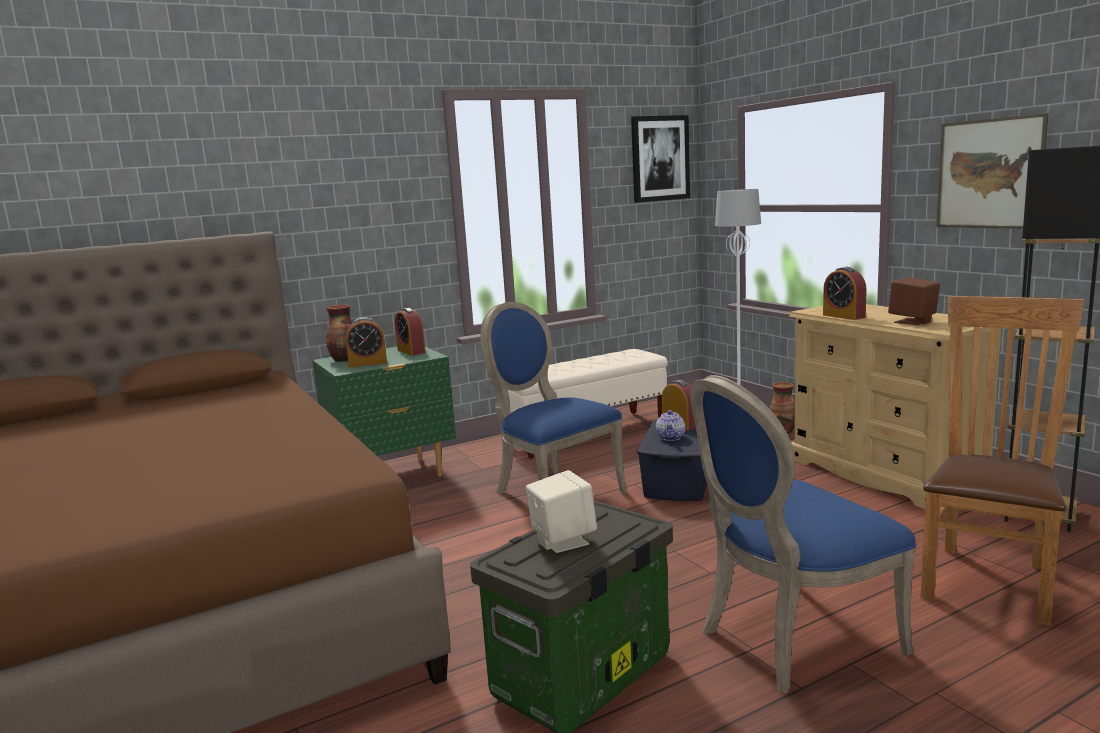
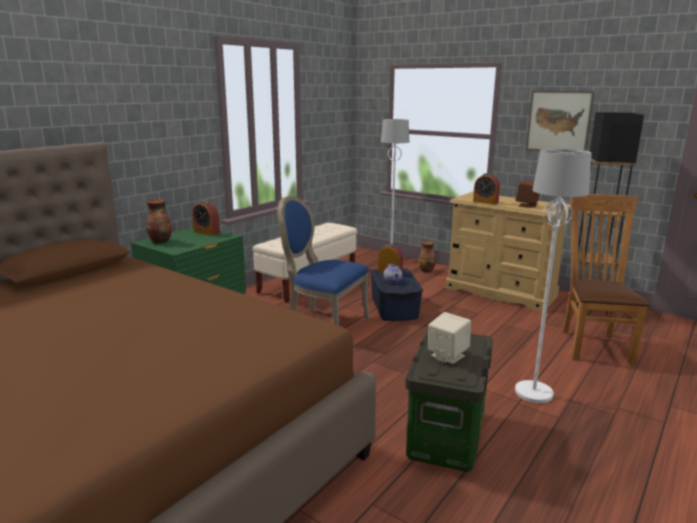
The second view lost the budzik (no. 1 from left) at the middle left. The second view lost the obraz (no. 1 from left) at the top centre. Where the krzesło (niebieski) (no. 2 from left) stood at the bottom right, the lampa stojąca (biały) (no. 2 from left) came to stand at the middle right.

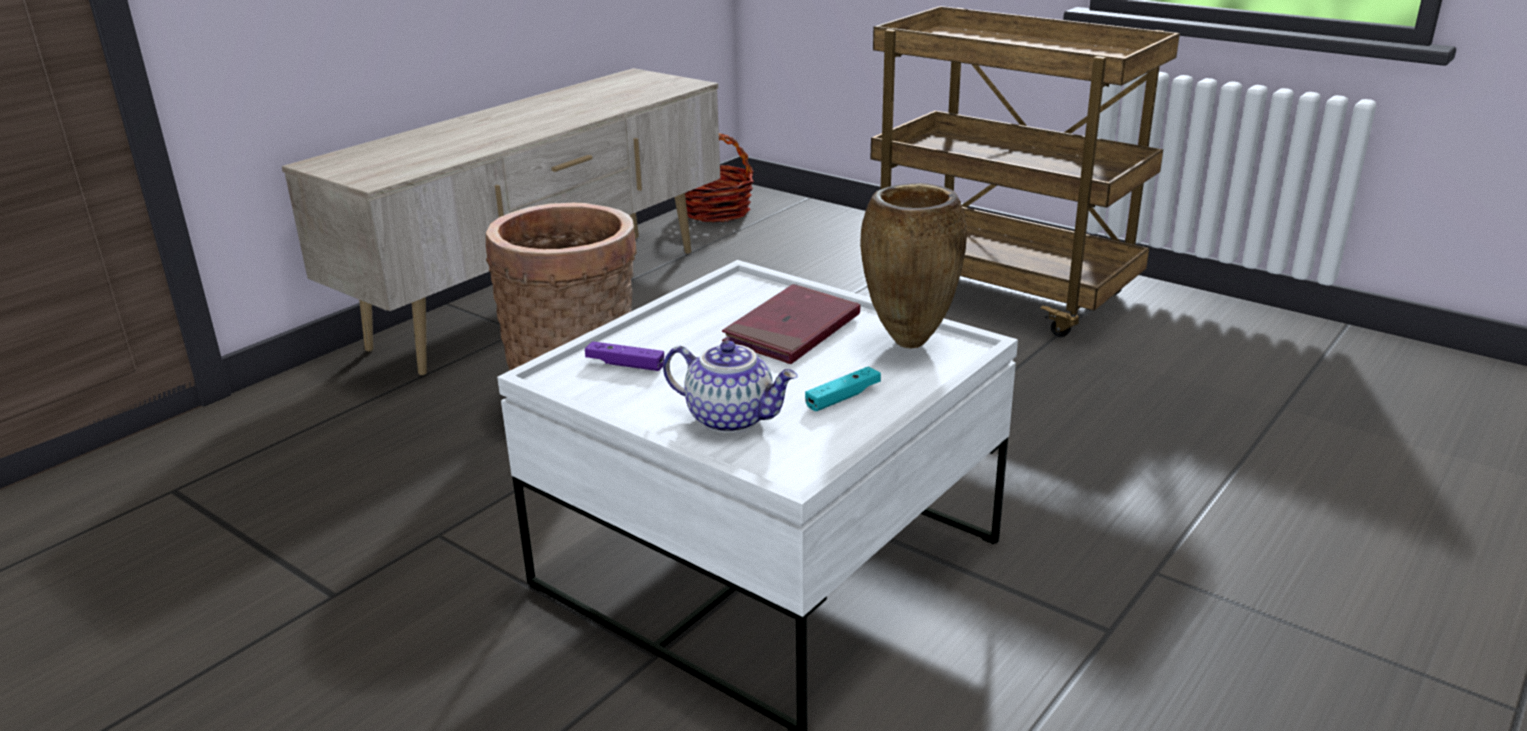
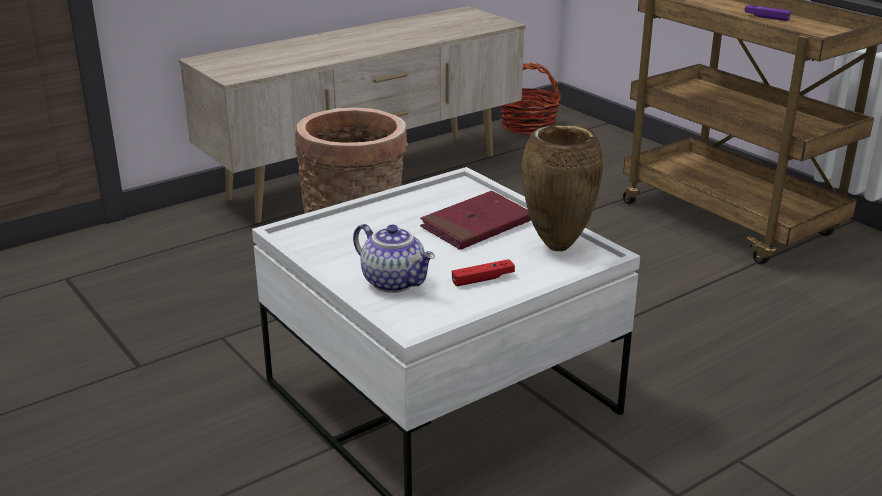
The pad do gier (fioletowy) ended up elsewhere, having gone from the centre to the top right. What was the pad do gier (turkusowy) at the centre turned into the pad do gier (czerwony) at the centre.

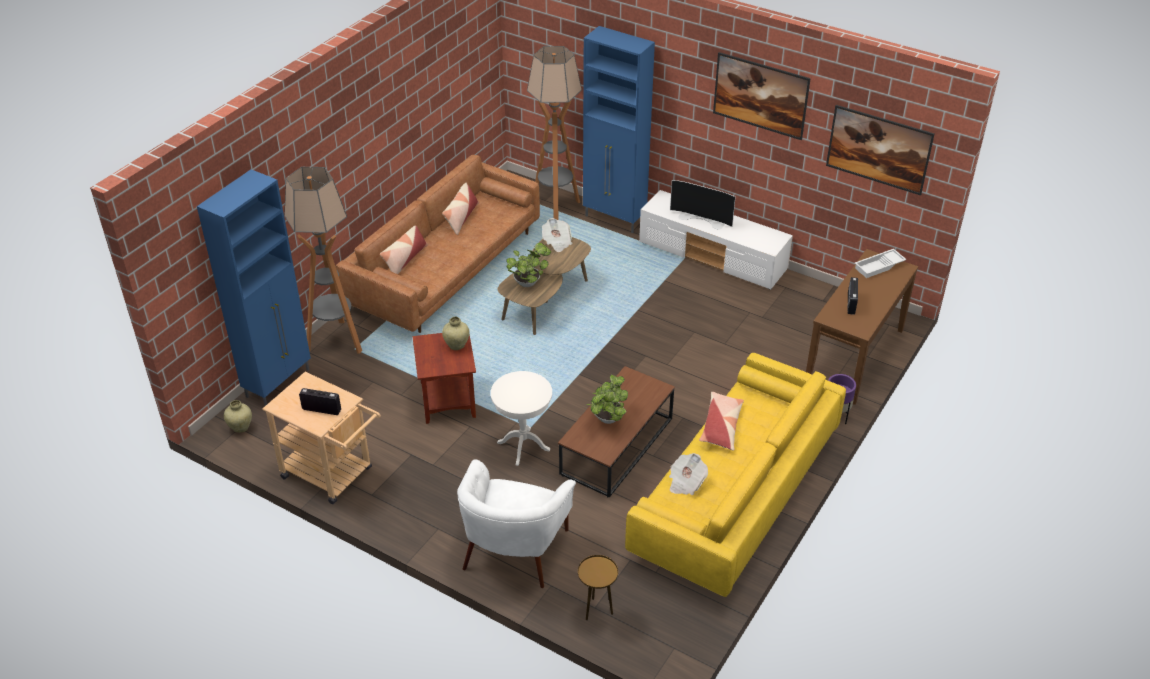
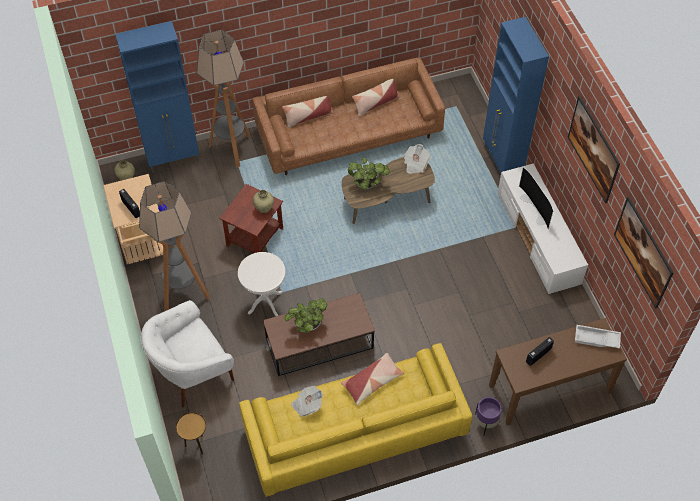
The lampa stojąca (no. 2 from left in the first image) ended up elsewhere, having gone from the top centre to the middle left.

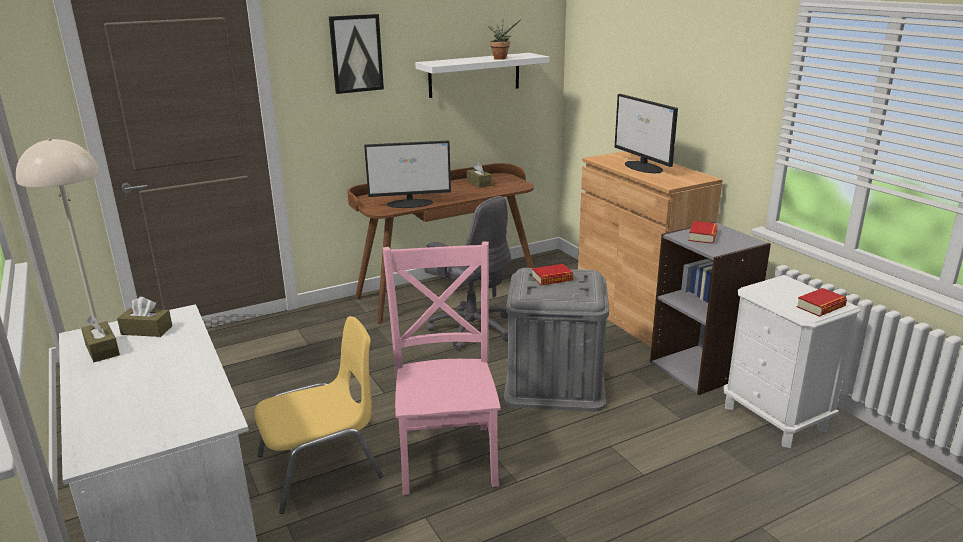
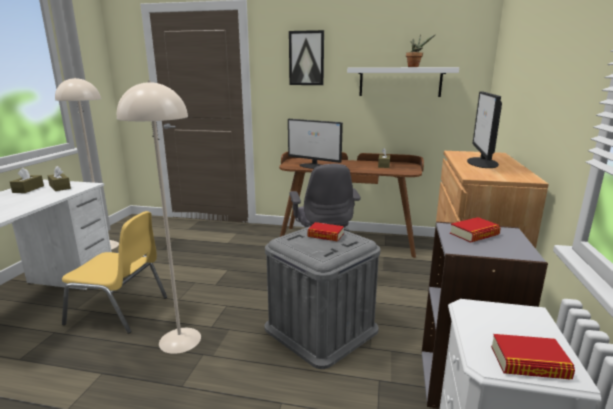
Where the krzesło (różowy) stood at the bottom centre, the lampa stojąca (beżowy) (no. 2 from left) came to stand at the middle left.

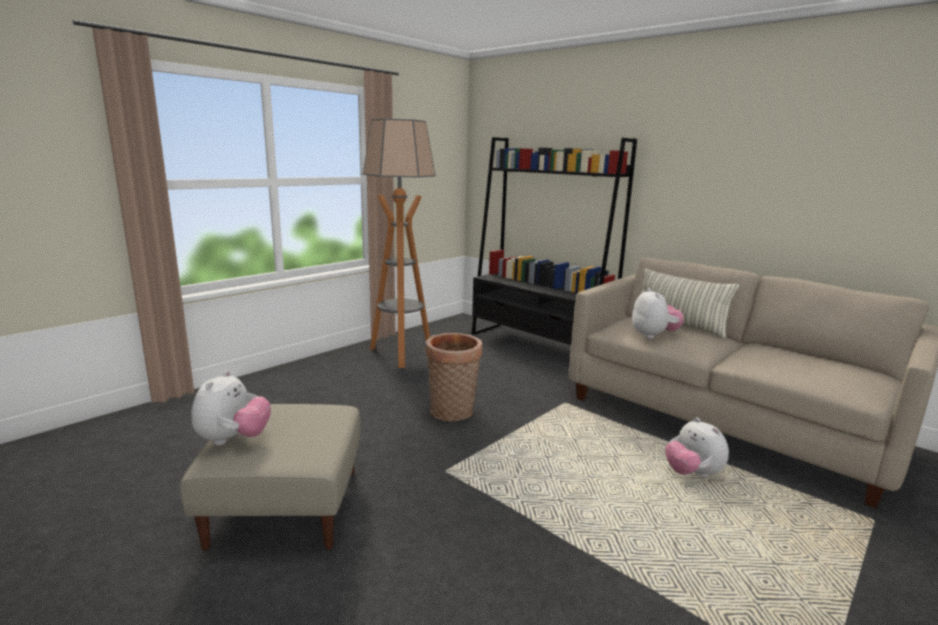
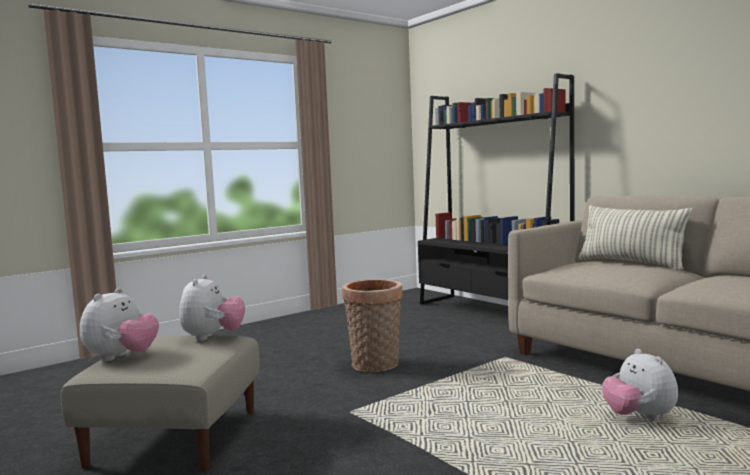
The second view lost the lampa stojąca at the centre. The pluszak (no. 2 from left) ended up elsewhere, having gone from the middle right to the middle left.

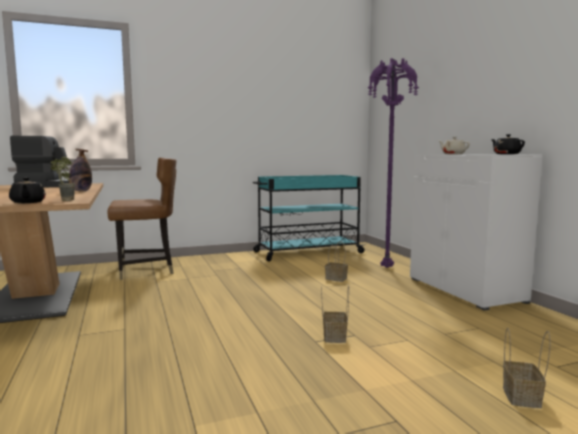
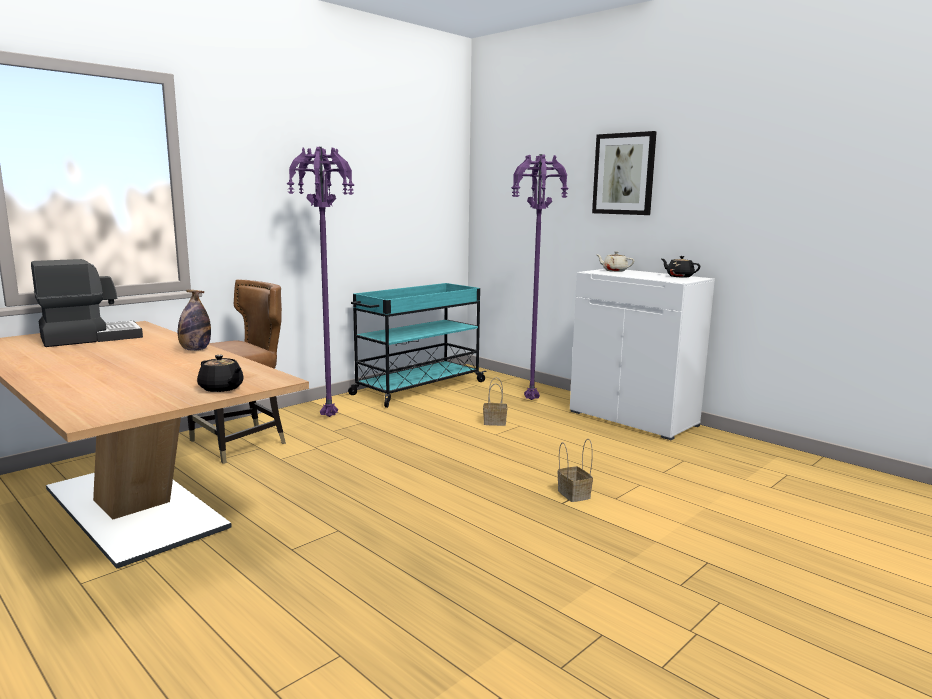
The second view lost the roślina doniczkowa at the middle left. The second view lost the koszyk (no. 3 from left) at the bottom right. The second view gained the lampa stojąca (fioletowy) (no. 1 from left) at the centre. The second view gained the obraz at the top right.

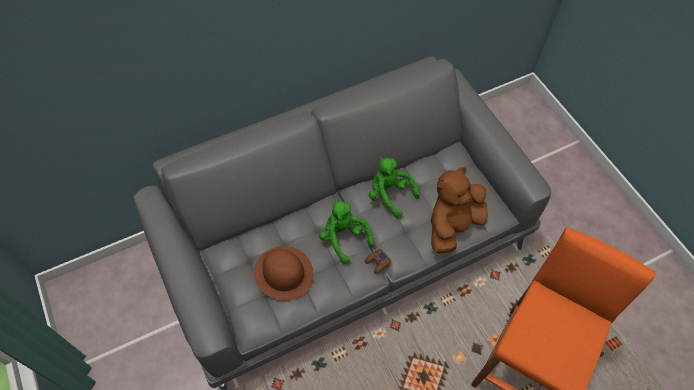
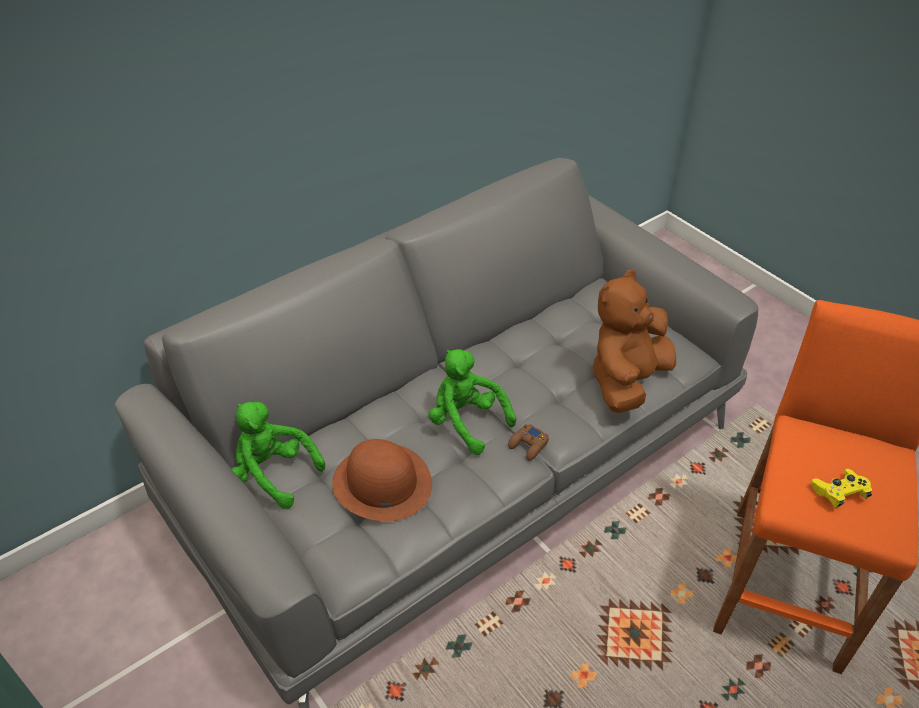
The pluszak (zielony) (no. 2 from left in the first image) ended up elsewhere, having gone from the centre to the middle left. The second view gained the pad do gier (żółty) at the bottom right.

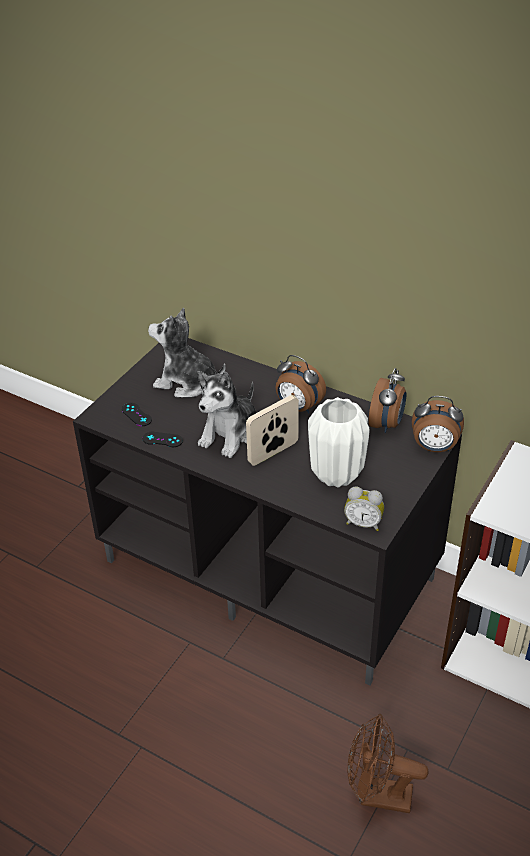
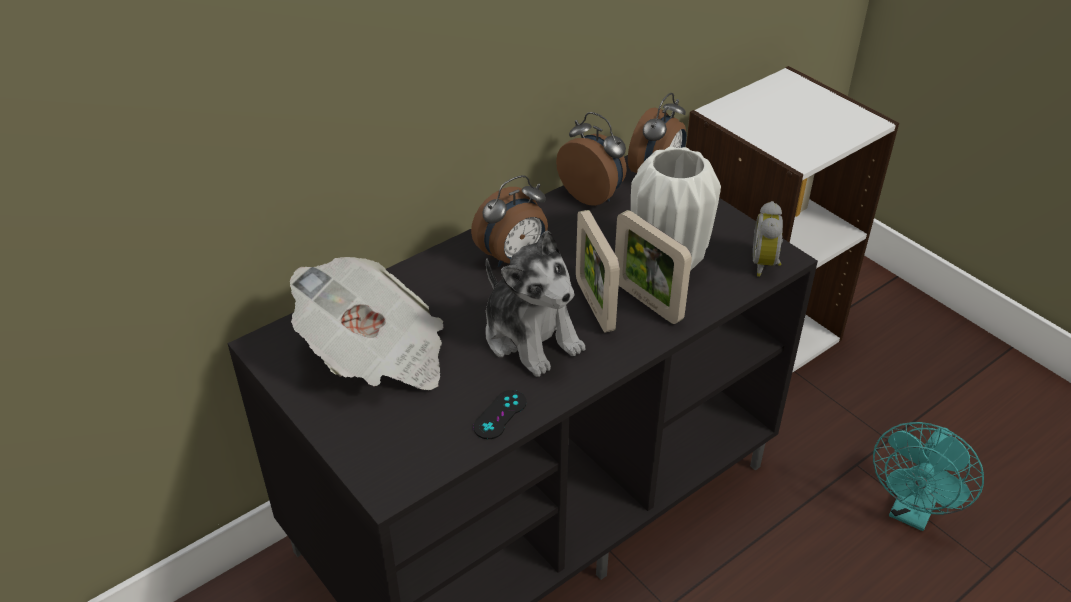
The second view lost the pad do gier (czarny) (no. 1 from left) at the middle left. Where the pluszak (no. 1 from left) stood at the centre, the gazeta came to stand at the centre. The budzik (no. 2 from left in the first image) at the middle right ended up facing another way, 150 degrees clockwise from before. What was the wentylator (brązowy) at the bottom right turned into the wentylator (turkusowy) at the bottom right. The second view gained the ramka na zdjęcie (no. 2 from left) at the centre.

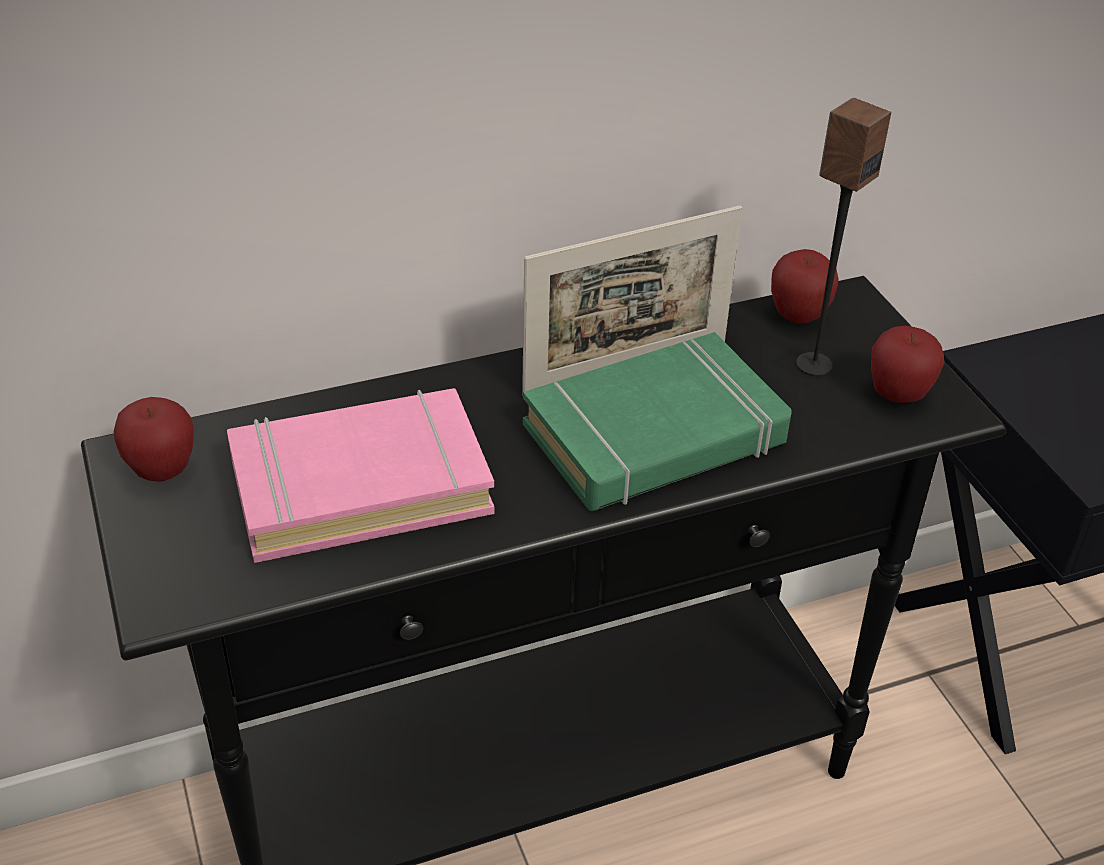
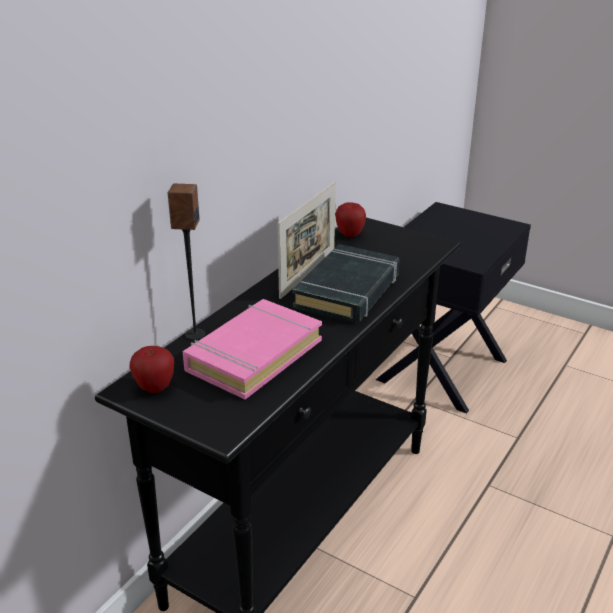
What was the książka (zielony) at the centre turned into the książka (czarny) at the centre. The głośnik ended up elsewhere, having gone from the top right to the middle left. The second view lost the jabłko (no. 3 from left) at the middle right.

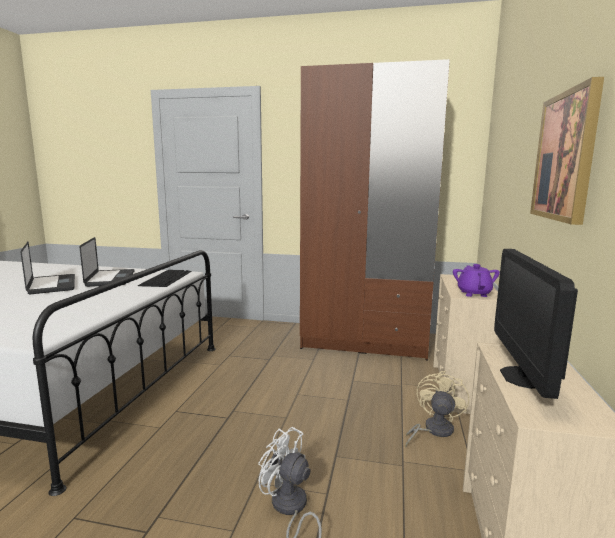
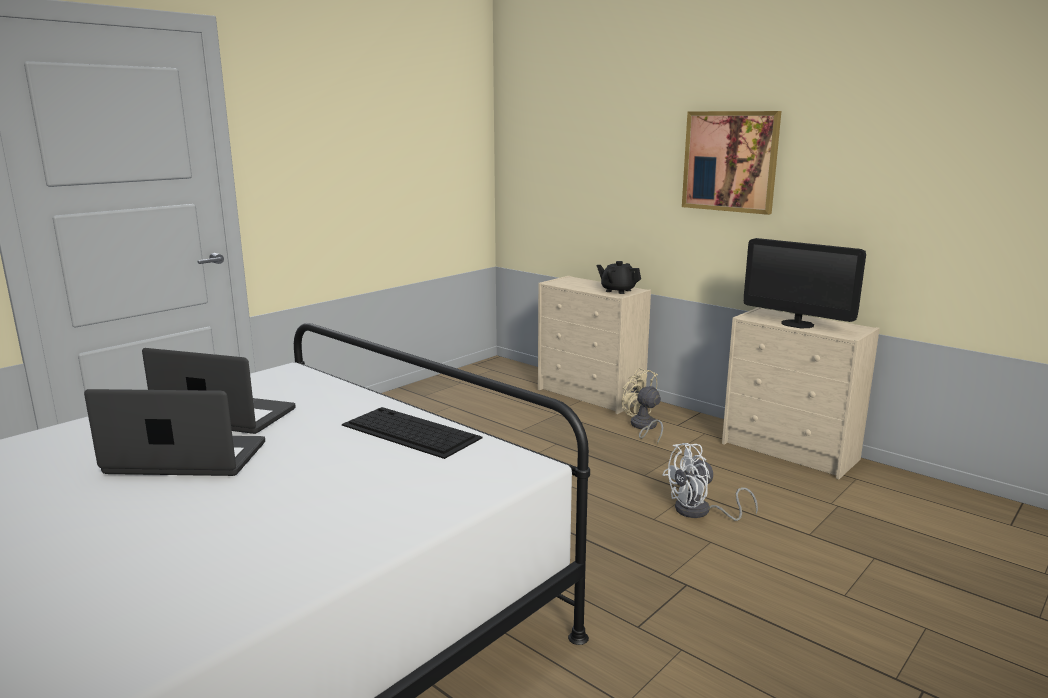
The klawiatura ended up elsewhere, having gone from the middle left to the centre. The second view lost the szafa (brązowy) at the centre. What was the imbryk (fioletowy) at the middle right turned into the imbryk (czarny) at the centre.

